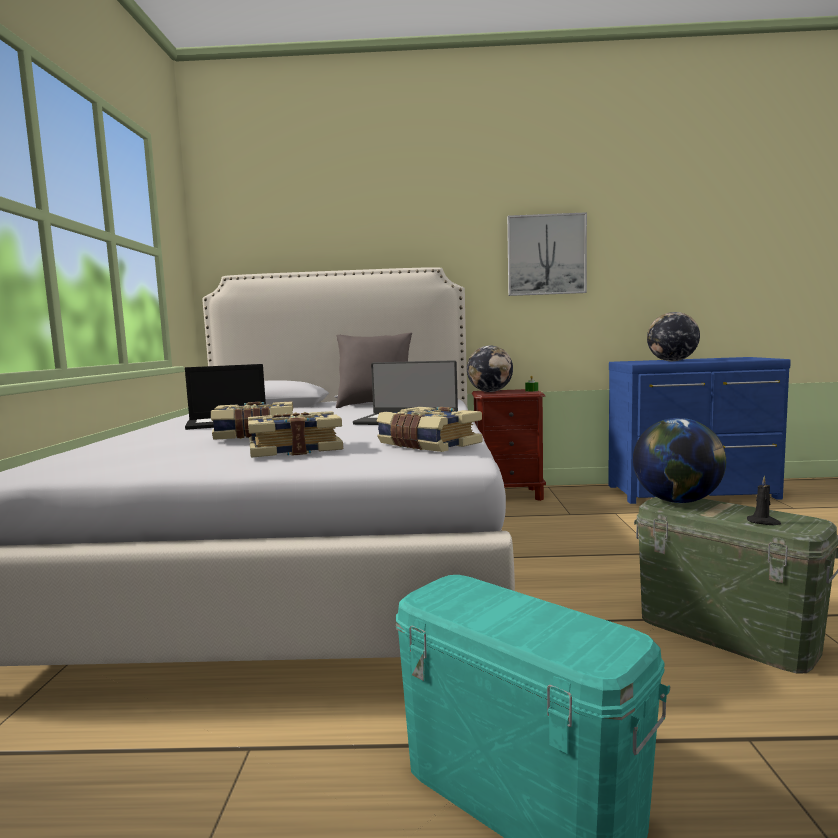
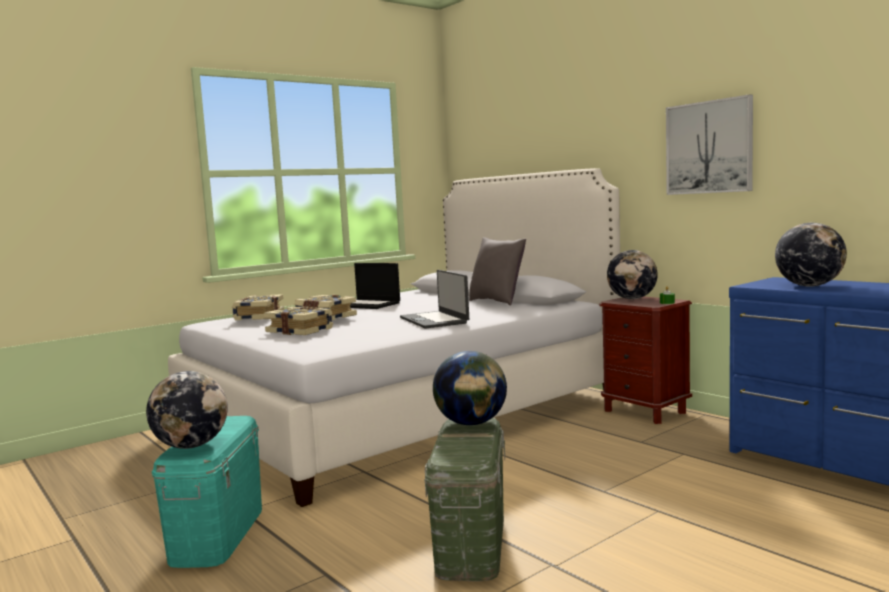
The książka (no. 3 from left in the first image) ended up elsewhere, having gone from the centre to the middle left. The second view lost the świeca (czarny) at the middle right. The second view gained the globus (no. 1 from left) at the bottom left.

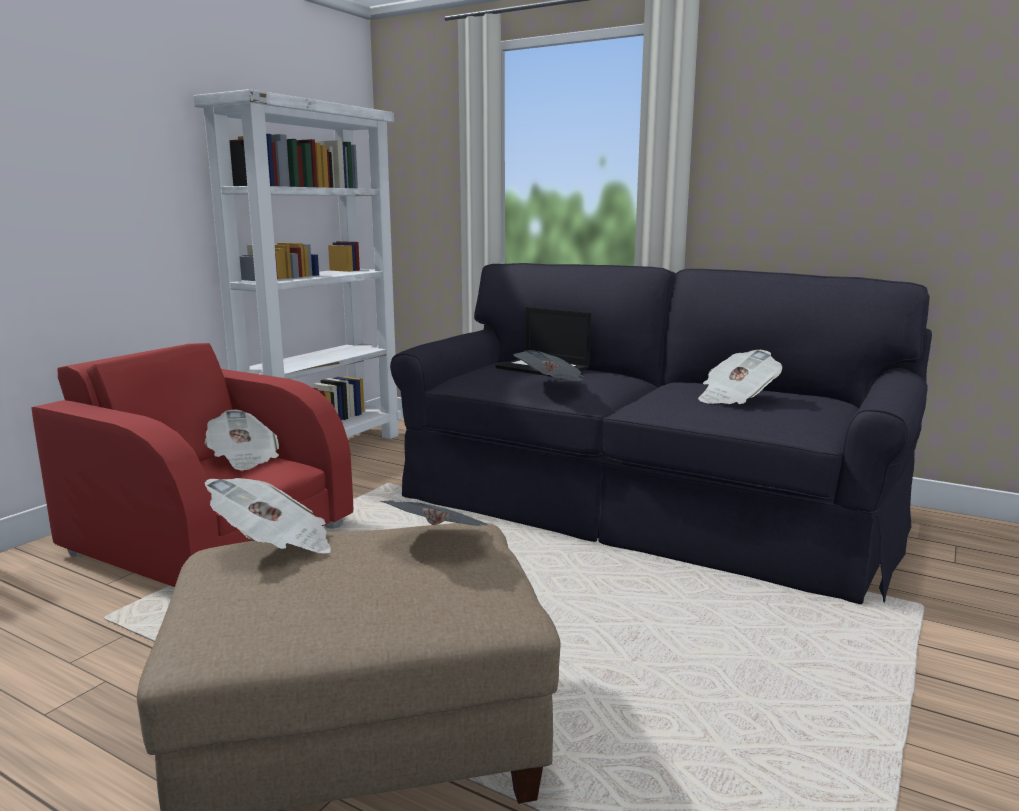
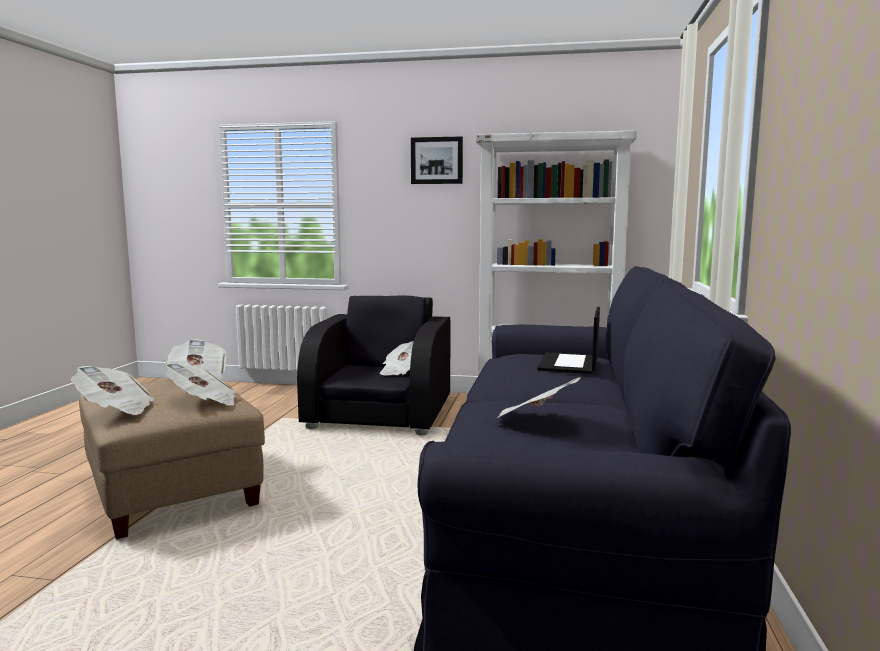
What was the fotel (czerwony) at the middle left turned into the fotel (czarny) at the centre. The gazeta (no. 4 from left in the first image) ended up elsewhere, having gone from the centre to the middle left. The second view gained the obraz at the top centre.

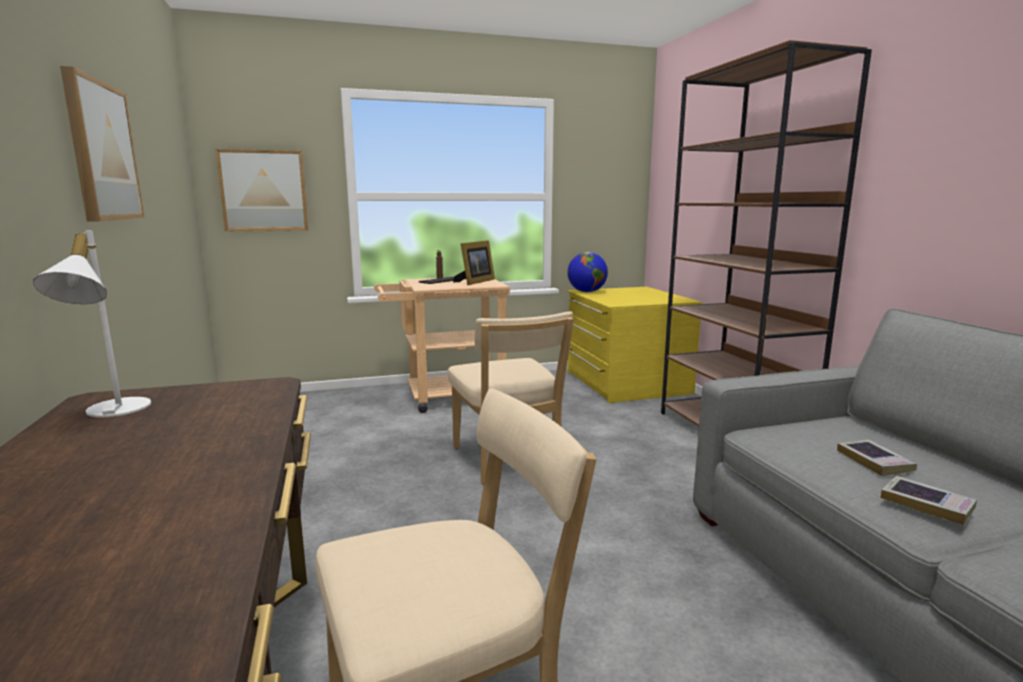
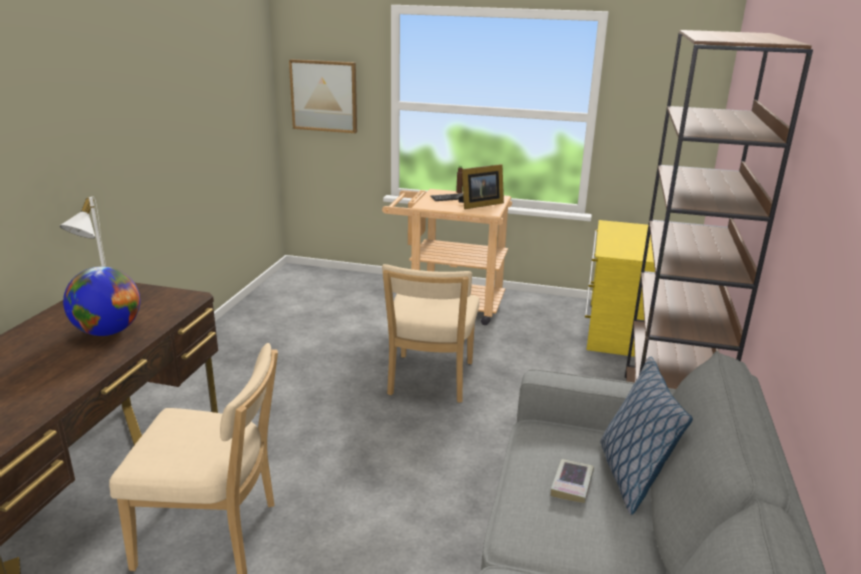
The second view lost the obraz (no. 1 from left) at the top left. The globus ended up elsewhere, having gone from the centre to the middle left. The second view lost the książka (no. 2 from left) at the bottom right. The second view gained the poduszka at the bottom right.

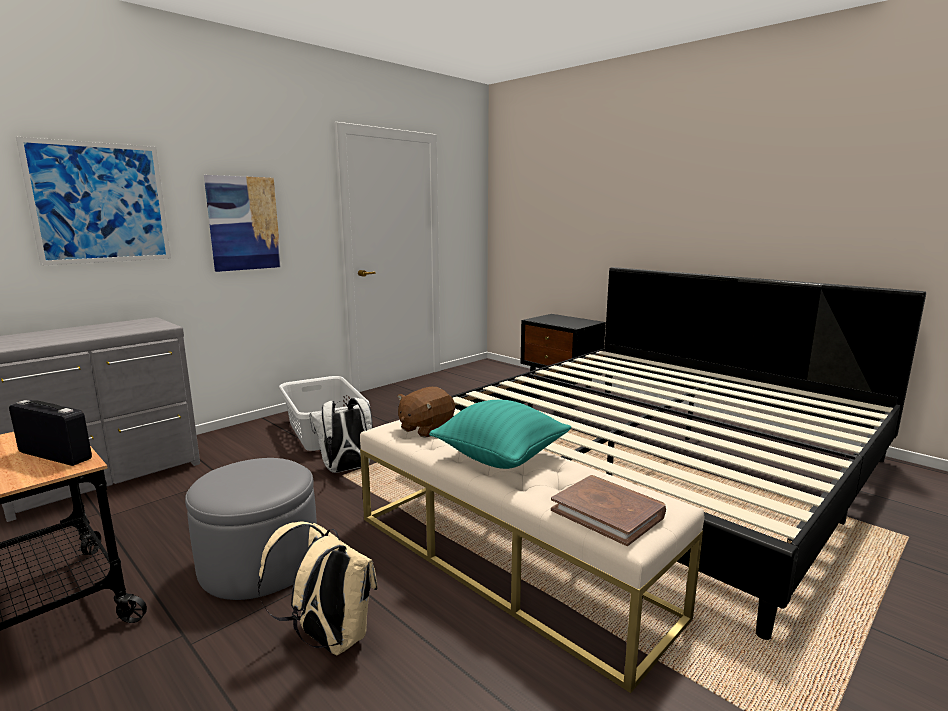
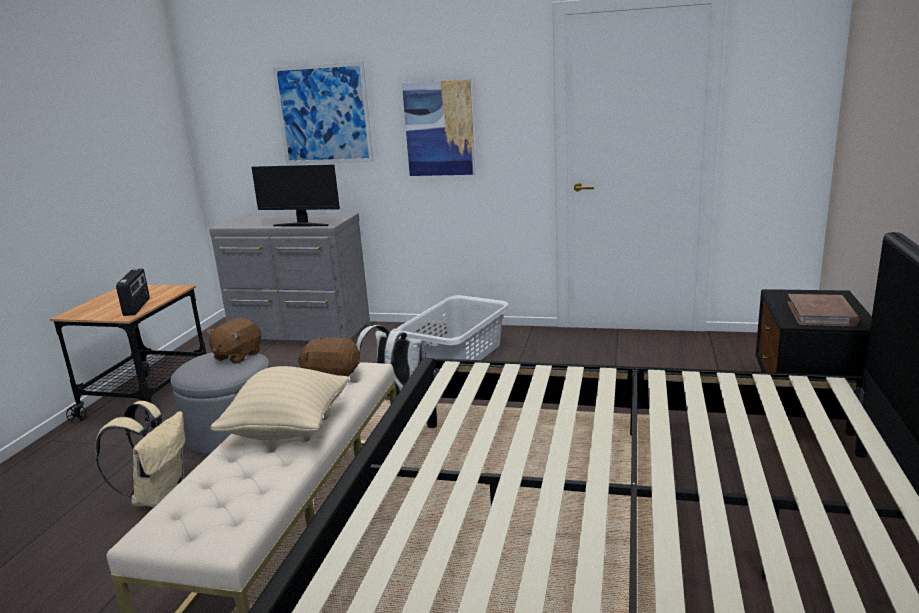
What was the poduszka (turkusowy) at the centre turned into the poduszka (beżowy) at the middle left. The książka (brązowy) ended up elsewhere, having gone from the bottom centre to the middle right. The second view gained the pluszak (brązowy) (no. 1 from left) at the middle left. The second view gained the monitor at the top left.

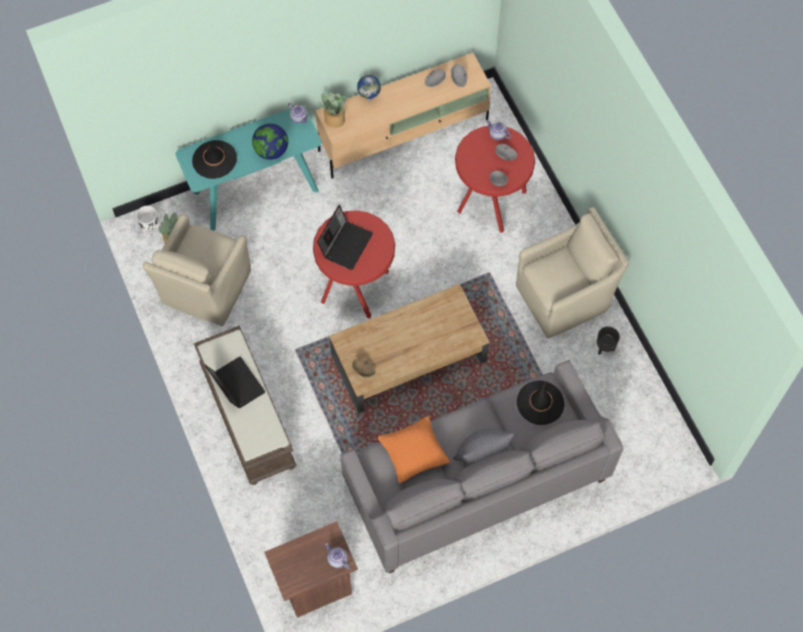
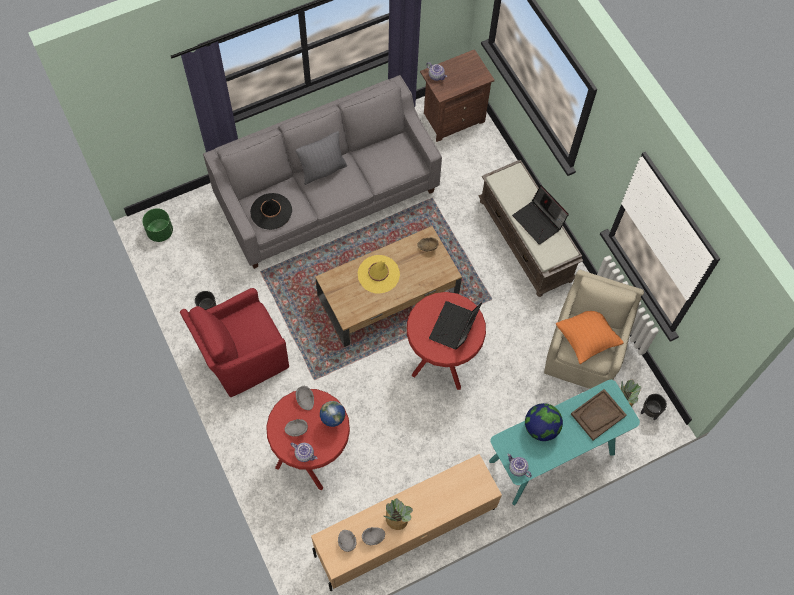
What was the donica (biały) at the middle left turned into the donica (czarny) (no. 2 from left) at the bottom right. Where the kapelusz (czarny) (no. 1 from left) stood at the top left, the taca (brązowy) came to stand at the bottom right. The roślina doniczkowa (no. 2 from left in the first image) ended up elsewhere, having gone from the top centre to the bottom centre. The globus (no. 2 from left in the first image) ended up elsewhere, having gone from the top centre to the bottom centre. The poduszka (pomarańczowy) ended up elsewhere, having gone from the bottom centre to the middle right. What was the fotel (beżowy) (no. 2 from left) at the middle right turned into the fotel (czerwony) at the middle left. The second view gained the donica (zielony) at the middle left. The second view gained the kapelusz (żółty) at the centre.

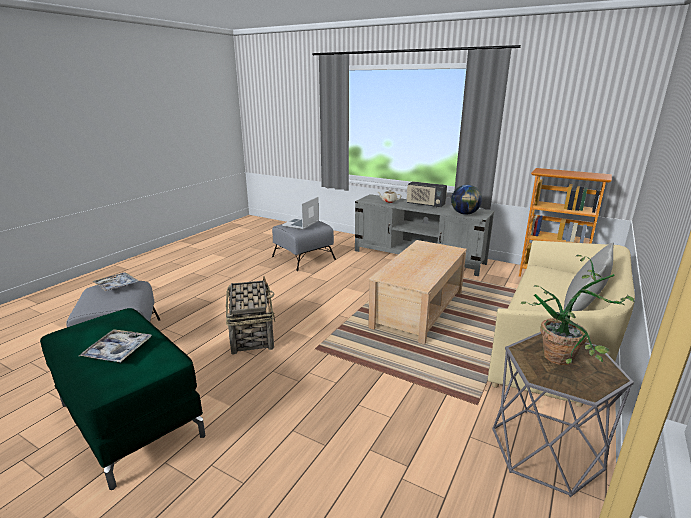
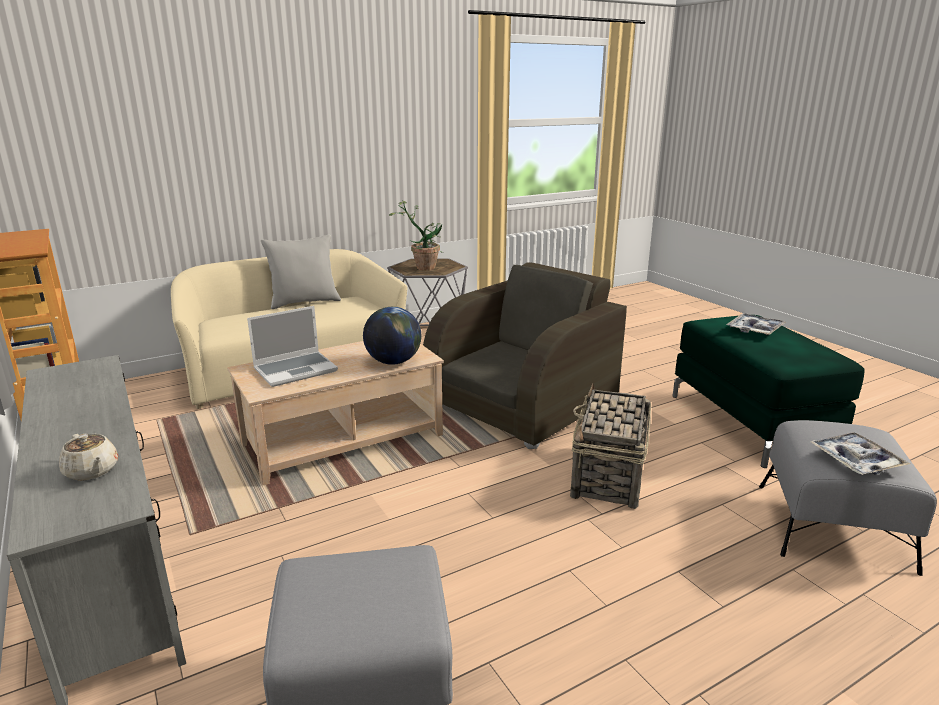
The laptop ended up elsewhere, having gone from the centre to the middle left. The second view lost the radio at the centre. The globus ended up elsewhere, having gone from the middle right to the centre. The second view gained the fotel (brązowy) at the centre.

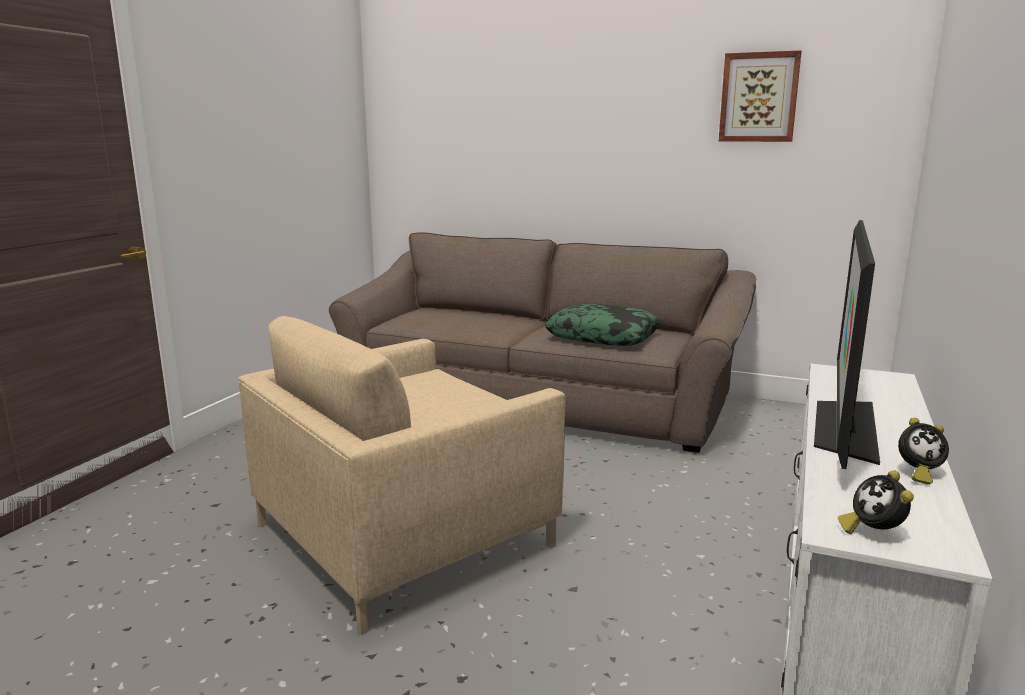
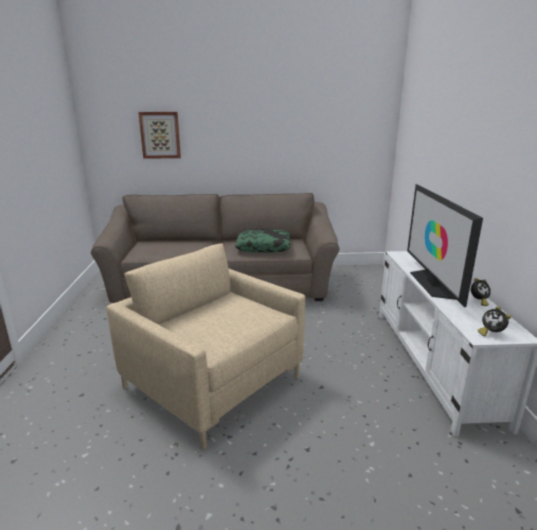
The fotel (beżowy) at the bottom centre ended up facing another way, 105 degrees clockwise from before. The obraz ended up elsewhere, having gone from the top right to the top left.

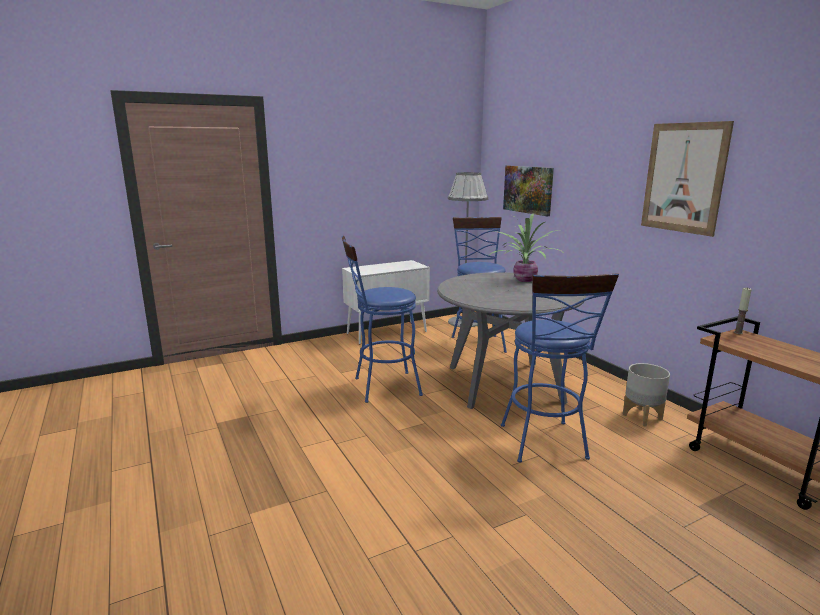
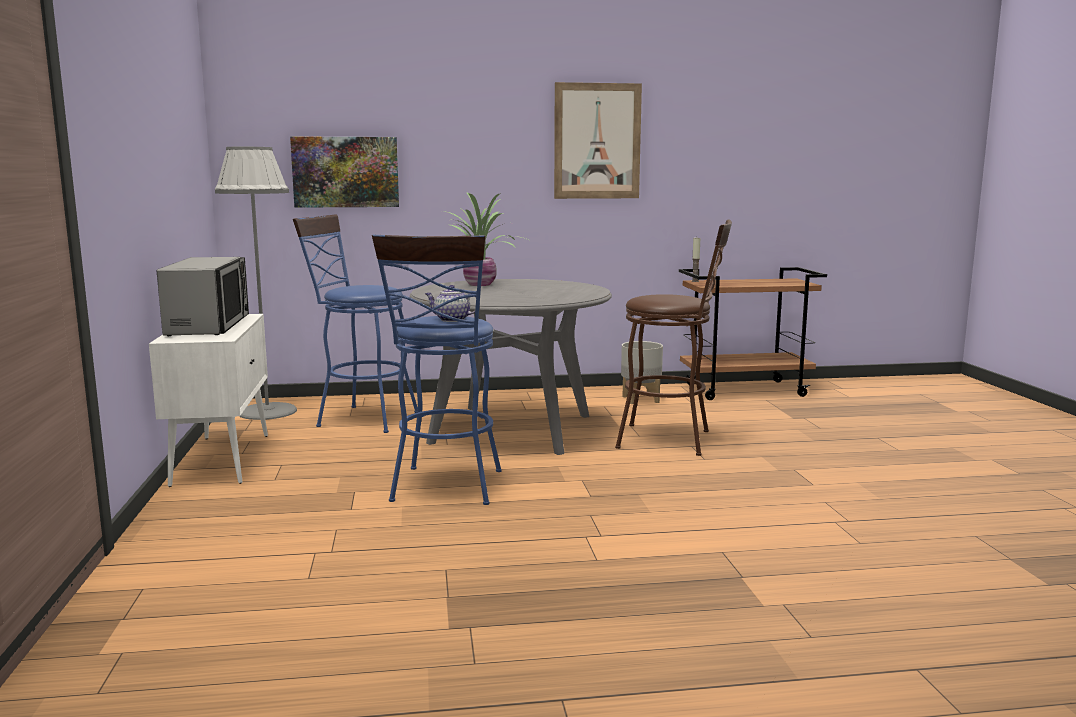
What was the stołek (niebieski) (no. 3 from left) at the middle right turned into the stołek (brązowy) at the centre. The second view gained the mikrofalówka at the middle left. The second view gained the imbryk at the centre.

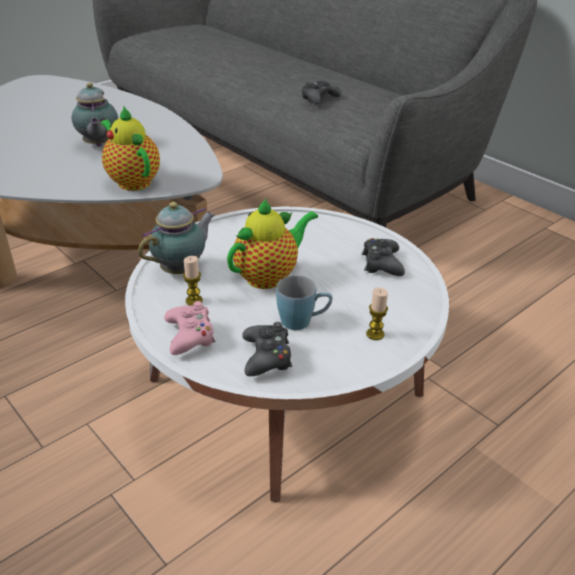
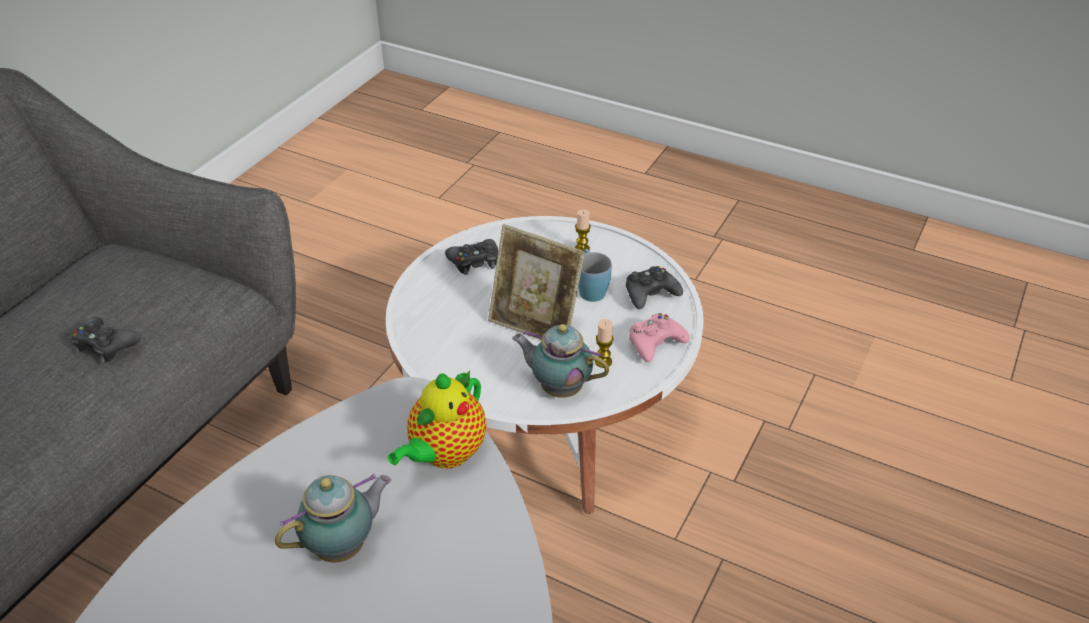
Where the imbryk (no. 4 from left) stood at the centre, the ramka na zdjęcie came to stand at the centre.

